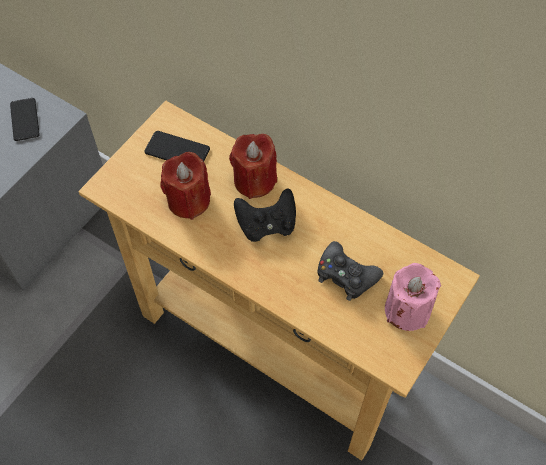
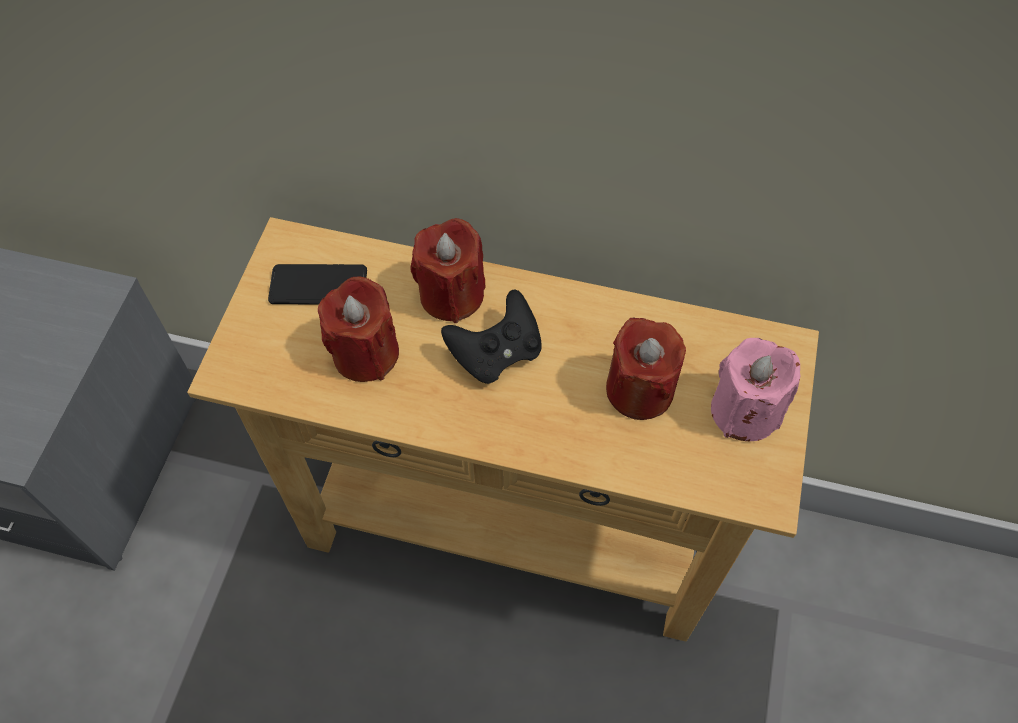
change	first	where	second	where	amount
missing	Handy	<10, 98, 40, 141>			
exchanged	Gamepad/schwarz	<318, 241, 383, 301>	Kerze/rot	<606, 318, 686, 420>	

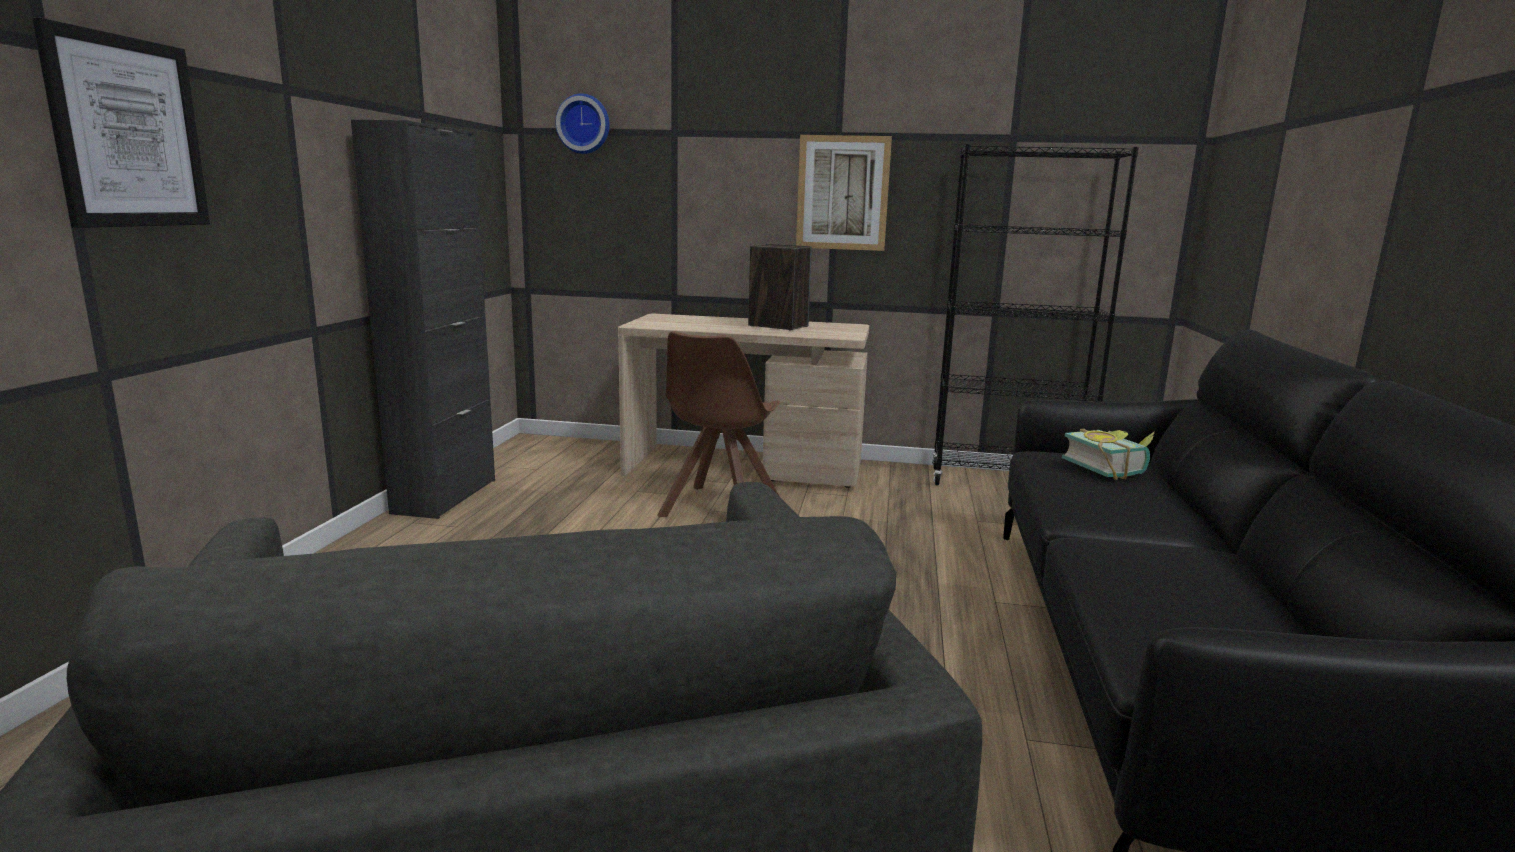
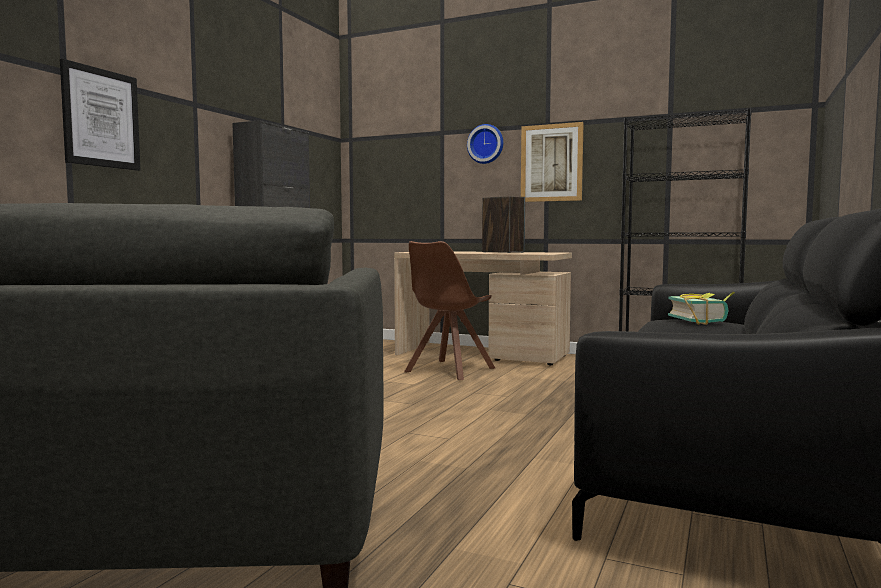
change	first	where	second	where	amount
relocated	Wanduhr	<555, 93, 610, 154>		<467, 124, 503, 164>	

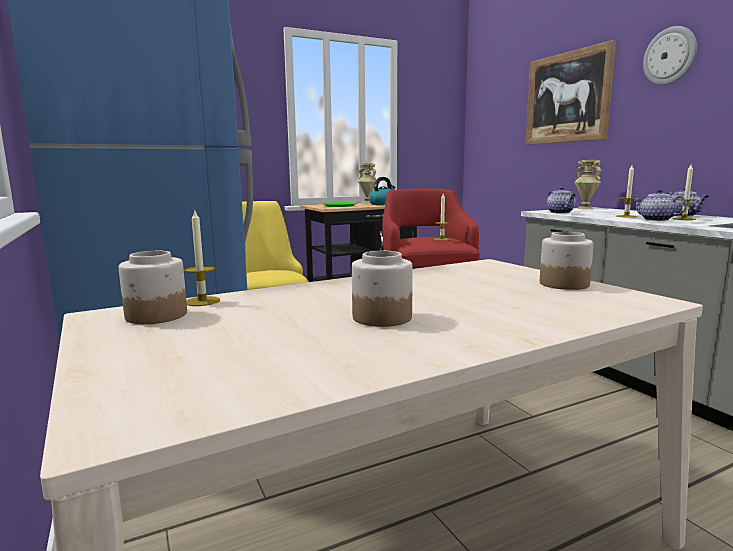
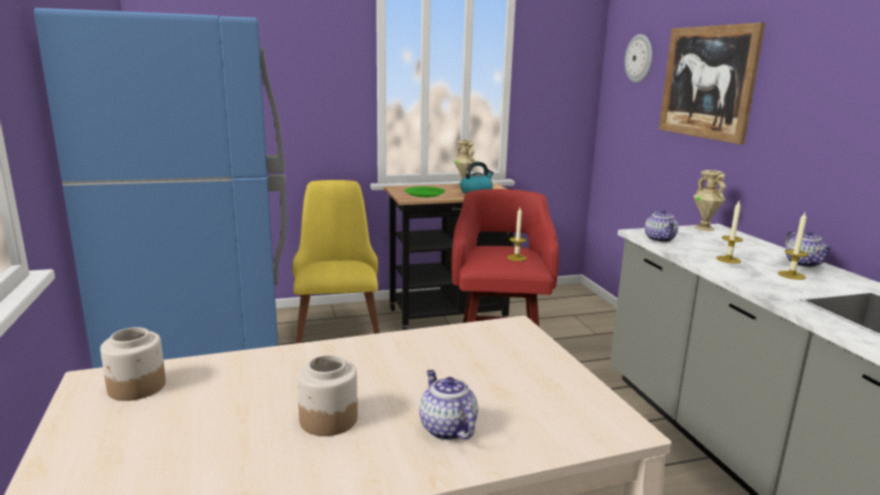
change	first	where	second	where	amount
missing	Kerze	<184, 211, 220, 306>			
missing	Vorratsglas	<540, 232, 594, 290>			
relocated	Teekanne	<632, 189, 687, 221>		<419, 370, 478, 440>	
relocated	Wanduhr	<643, 26, 697, 85>		<625, 34, 652, 83>	

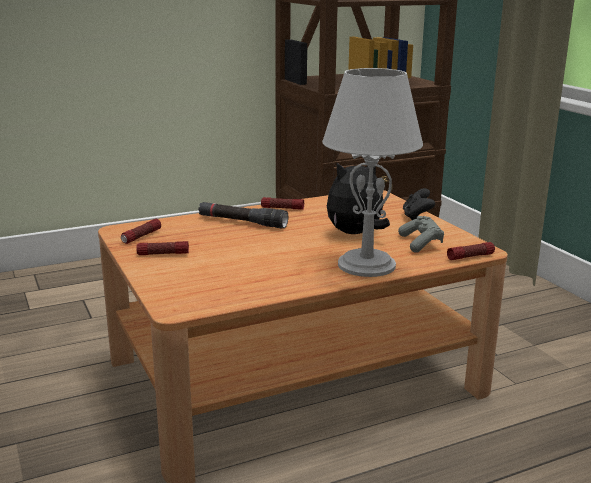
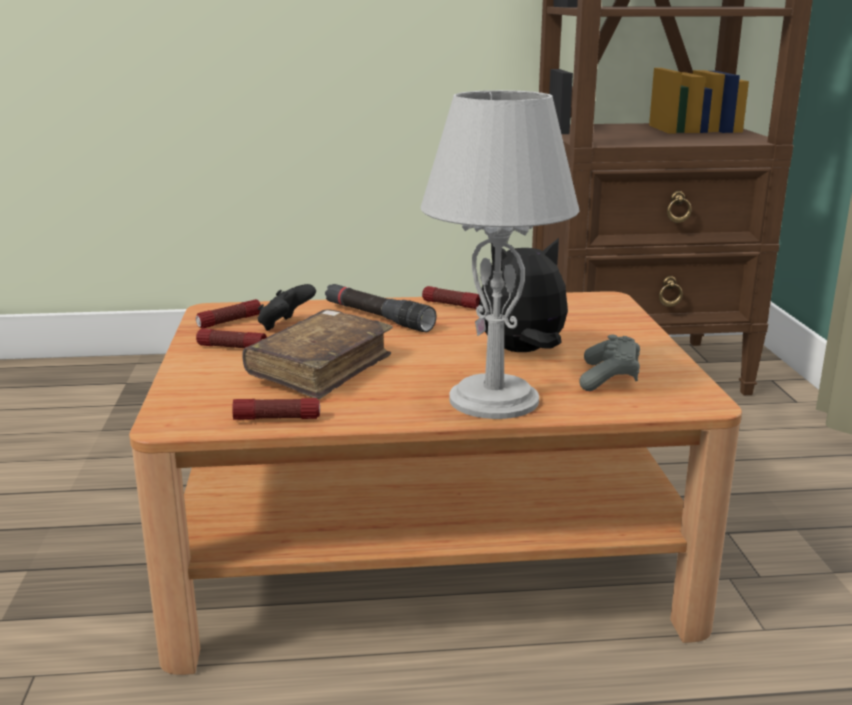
change	first	where	second	where	amount
relocated	Gamepad/schwarz	<403, 188, 435, 220>		<258, 284, 316, 331>	
relocated	Taschenlampe	<447, 242, 495, 260>		<232, 398, 320, 420>	
appeared			Buch/braun	<243, 309, 393, 399>	

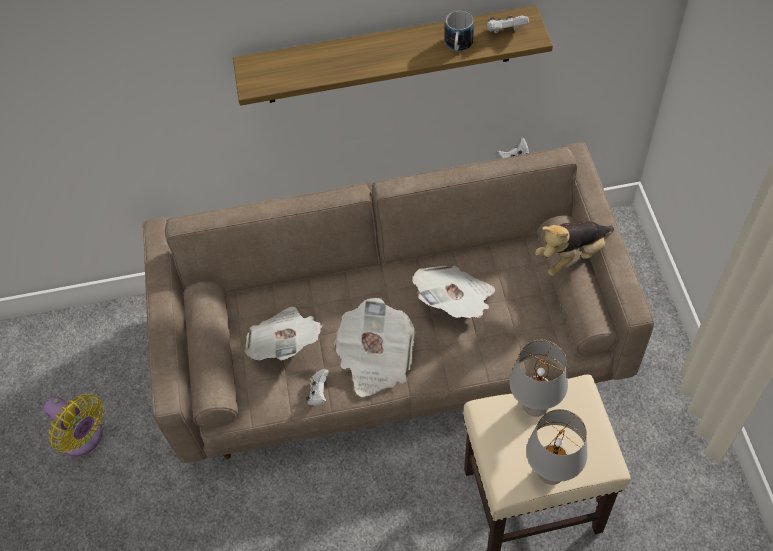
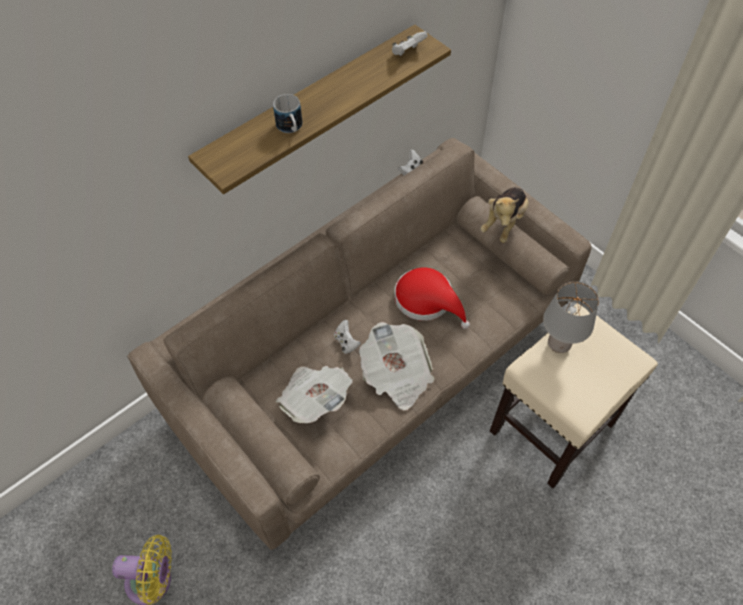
change	first	where	second	where	amount
relocated	Gamepad/weiß	<306, 369, 329, 406>		<334, 320, 361, 354>	
exchanged	Zeitung	<413, 265, 495, 318>	Hut/rot	<395, 267, 470, 329>	
relocated	Henkelbecher	<445, 11, 474, 51>		<273, 94, 302, 133>	
missing	Tischlampe/grau	<526, 409, 587, 485>			

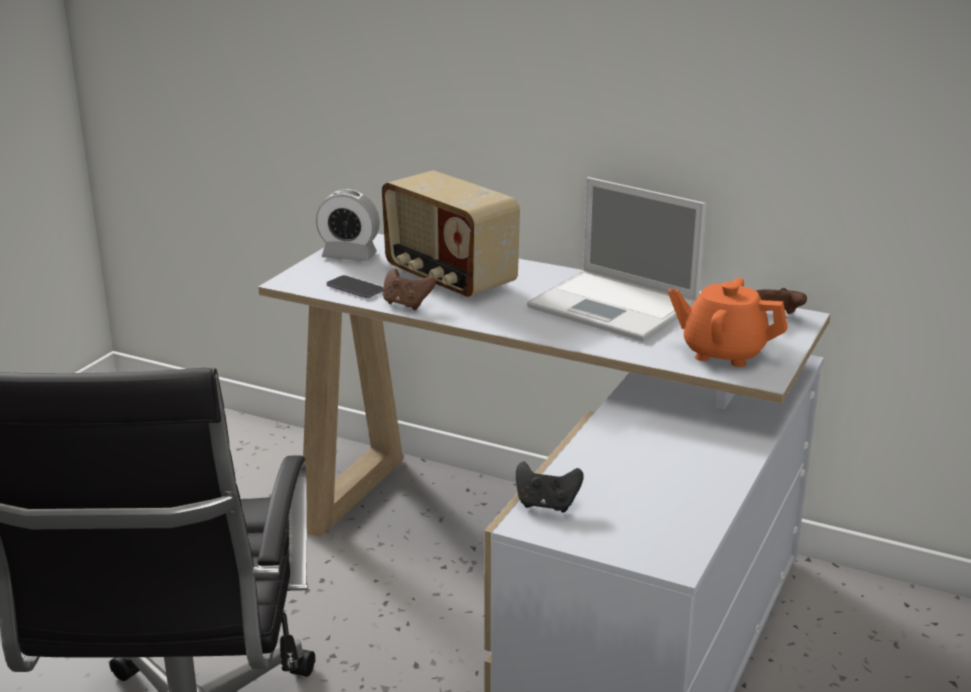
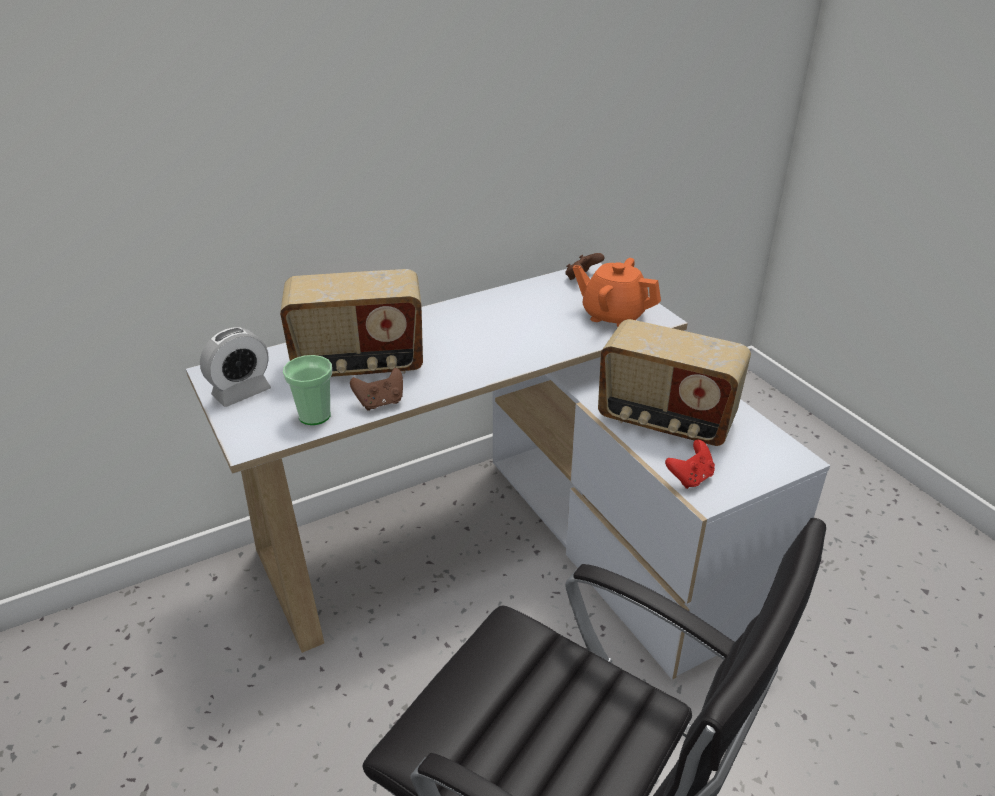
change	first	where	second	where	amount
exchanged	Handy	<327, 275, 383, 298>	Tasse	<283, 355, 332, 425>	
colour	Gamepad/schwarz	<516, 461, 584, 513>	Gamepad/rot	<665, 440, 715, 489>	
missing	Laptop	<527, 177, 707, 342>			
spun	Teekanne/orange	<668, 278, 788, 367>		<573, 258, 661, 327>	60 degrees clockwise
appeared			Radio	<598, 319, 751, 446>	

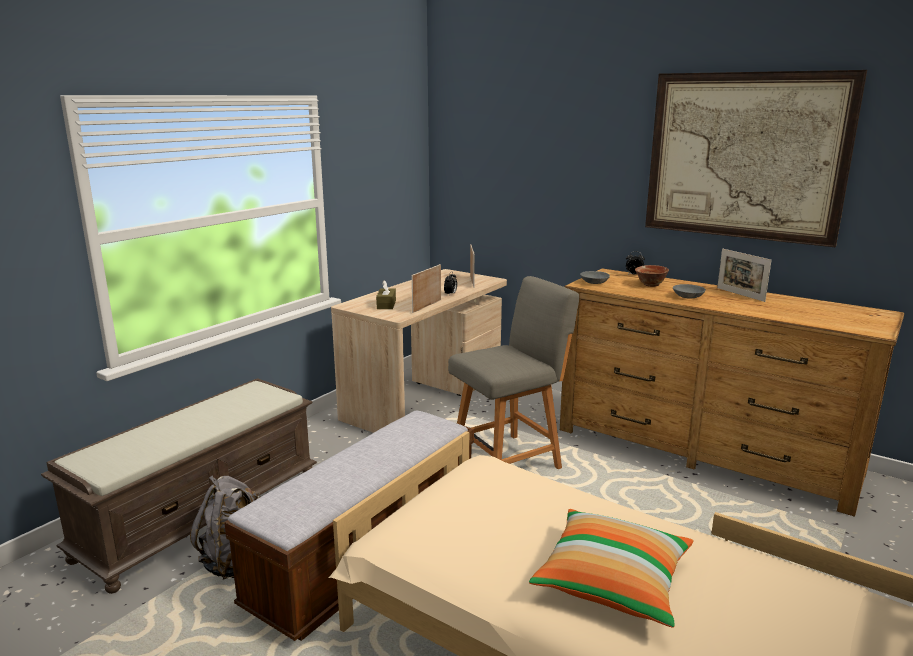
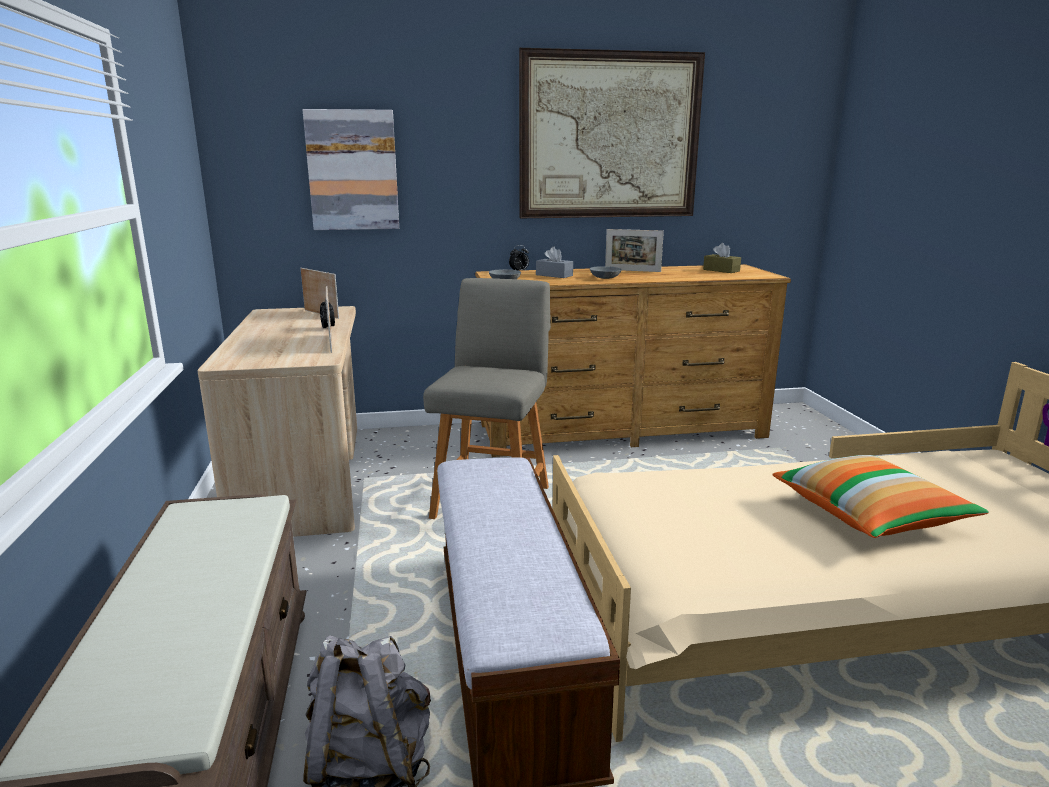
change	first	where	second	where	amount
relocated	Taschentuchbox/braun	<376, 280, 396, 309>		<703, 243, 741, 273>	
exchanged	Schüssel	<635, 265, 669, 287>	Taschentuchbox/grau	<536, 247, 573, 278>	
appeared			Bild	<302, 109, 399, 230>	

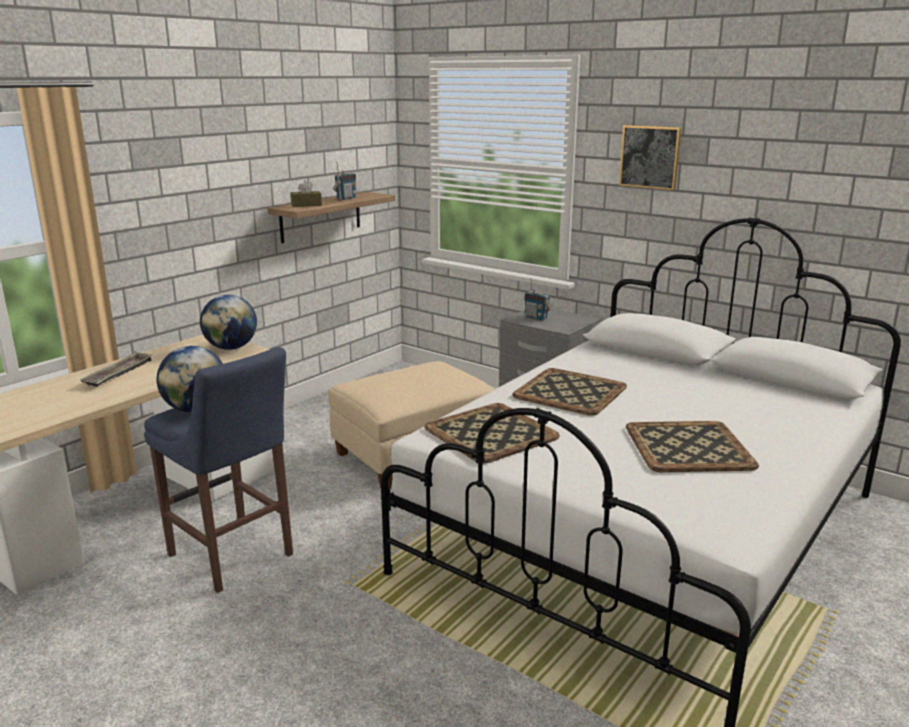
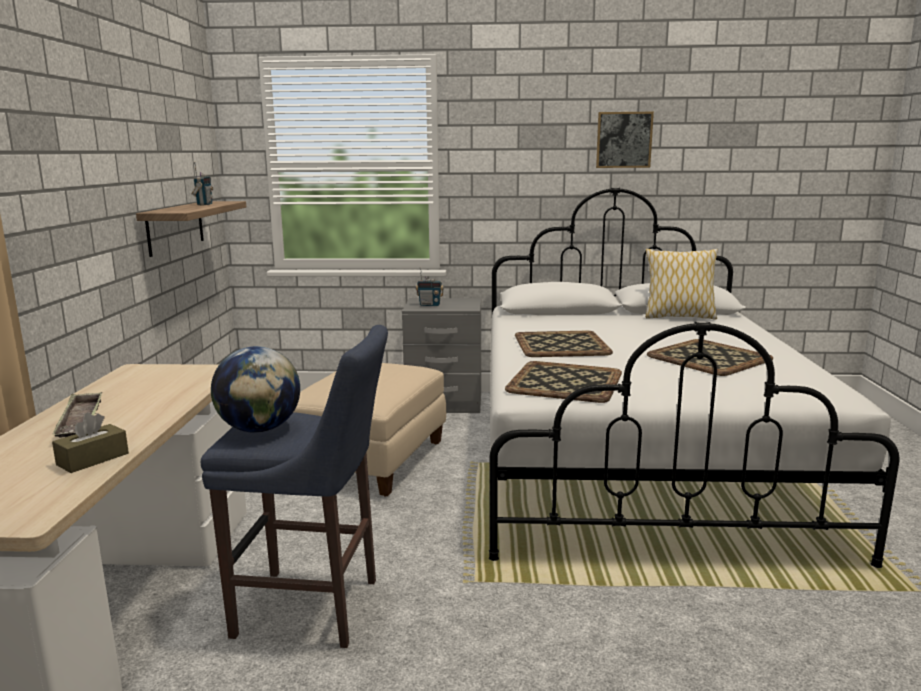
change	first	where	second	where	amount
missing	Globus	<200, 295, 257, 350>			
relocated	Taschentuchbox/braun	<290, 180, 322, 207>		<52, 413, 129, 473>	
relocated	Bild	<619, 125, 682, 191>		<596, 112, 654, 168>	
appeared			Kissen	<645, 249, 718, 320>	

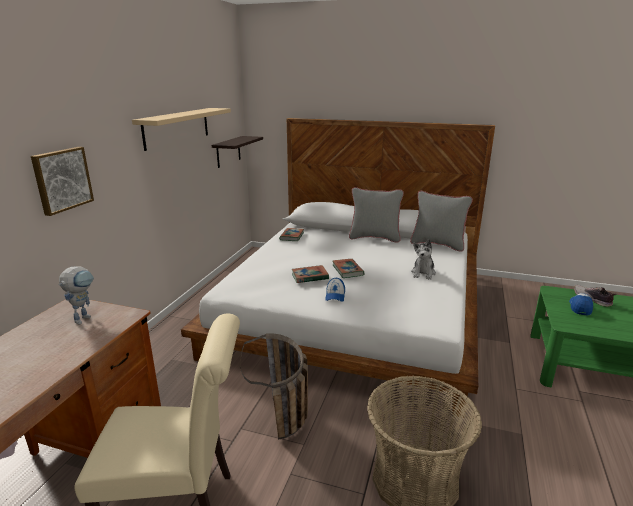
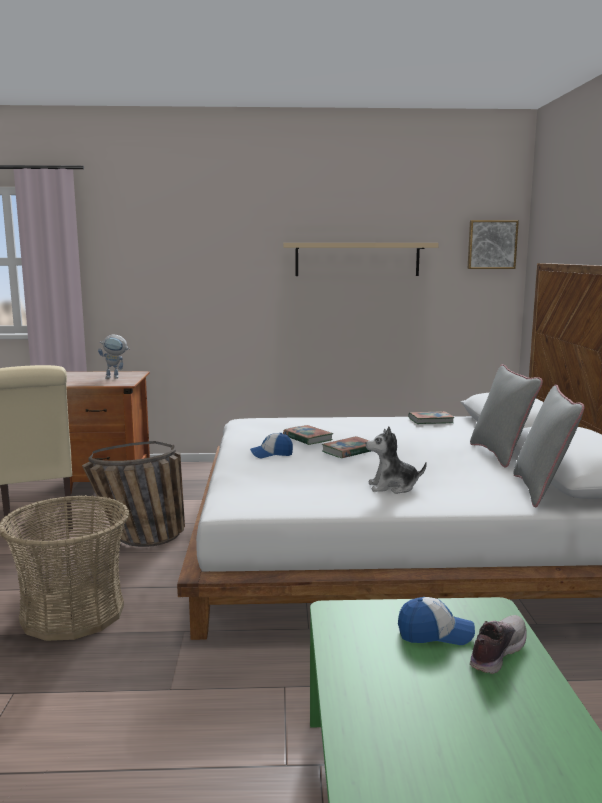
change	first	where	second	where	amount
relocated	Bild	<31, 147, 94, 216>		<467, 220, 519, 269>	
missing	Wandregal	<212, 136, 263, 168>			

